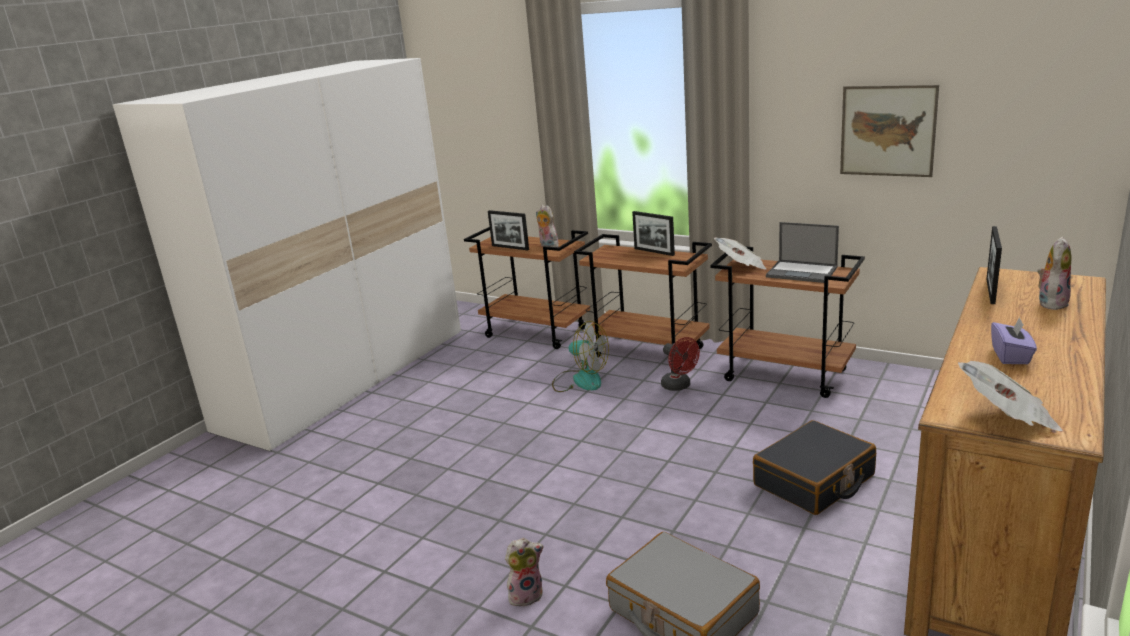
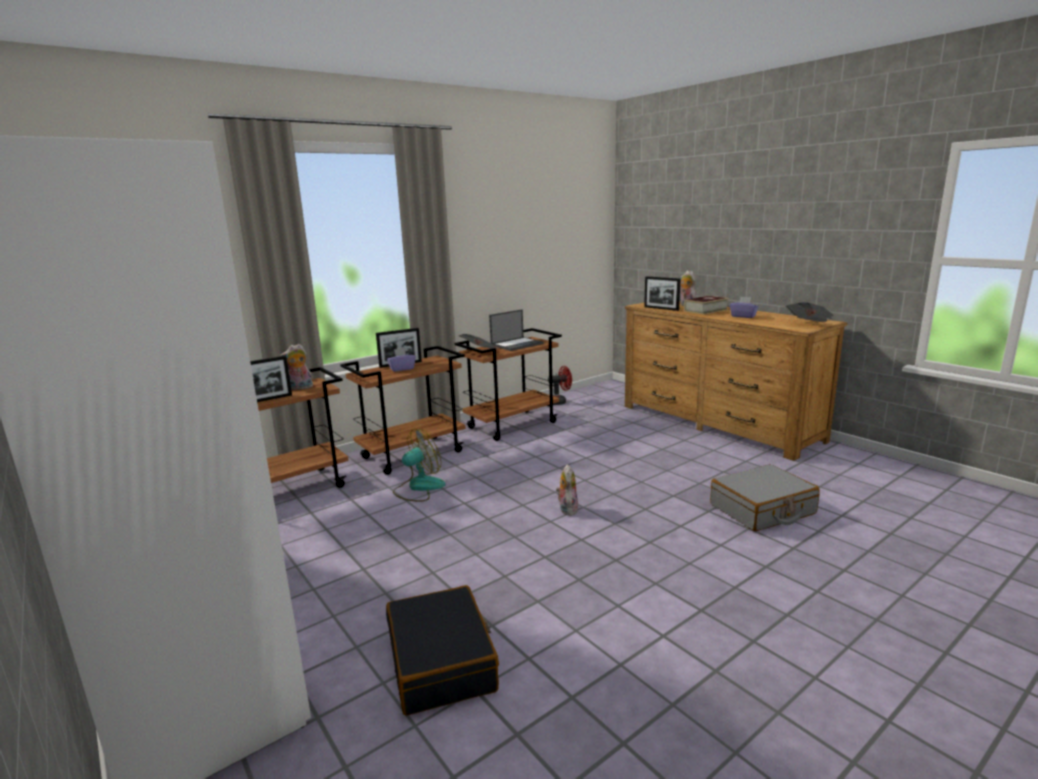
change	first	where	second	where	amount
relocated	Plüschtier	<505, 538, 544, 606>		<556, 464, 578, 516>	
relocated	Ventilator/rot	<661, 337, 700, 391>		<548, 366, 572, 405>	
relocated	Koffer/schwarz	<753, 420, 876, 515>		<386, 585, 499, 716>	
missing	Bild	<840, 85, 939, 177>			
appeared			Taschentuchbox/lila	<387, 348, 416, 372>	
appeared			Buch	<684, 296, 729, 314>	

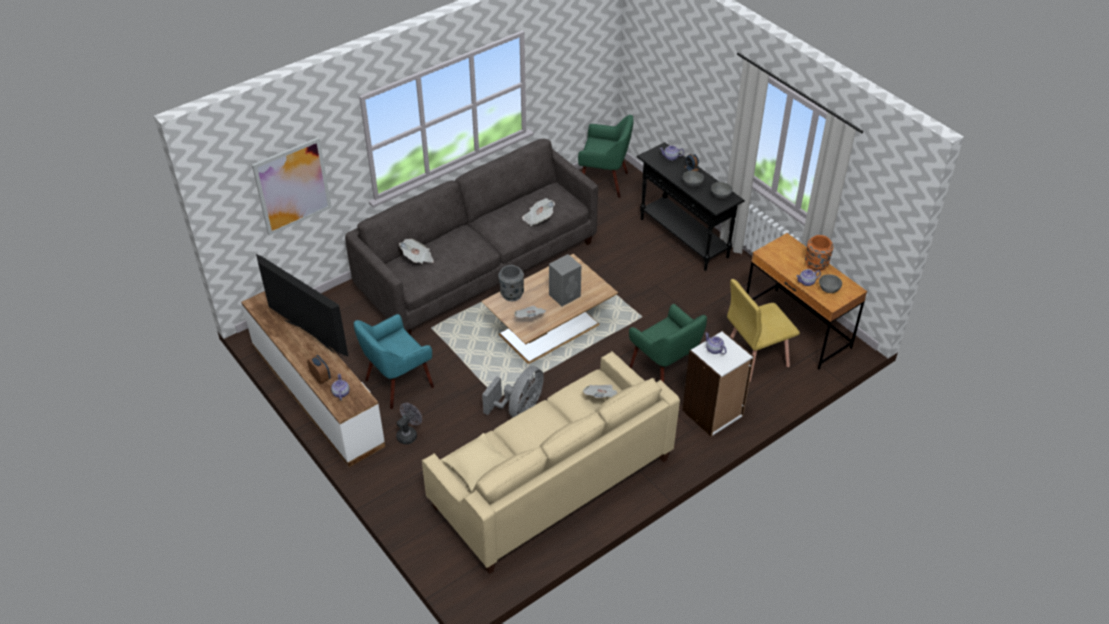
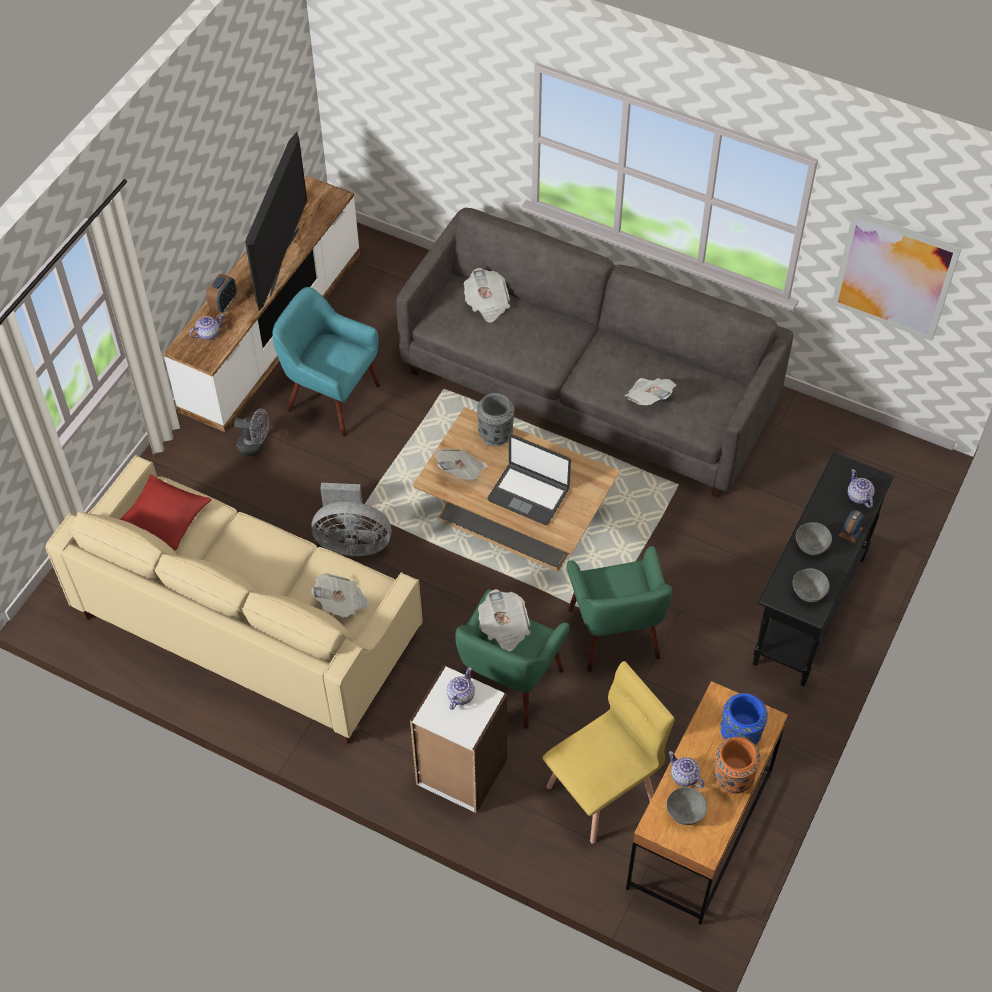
change	first	where	second	where	amount
relocated	Bild	<252, 137, 332, 236>		<832, 210, 962, 341>	
colour	Kissen/beige	<441, 433, 507, 491>	Kissen/rot	<120, 475, 212, 551>	
exchanged	Lautsprecher/grau	<549, 254, 581, 306>	Laptop	<487, 435, 571, 525>	
relocated	Sessel/grün	<578, 115, 634, 198>		<567, 546, 672, 672>	
spun	Stuhl/gelb	<727, 279, 800, 381>		<542, 661, 675, 844>	105 degrees clockwise
appeared			Zeitung	<478, 589, 531, 651>	
appeared			Vase/blau	<720, 693, 768, 745>	

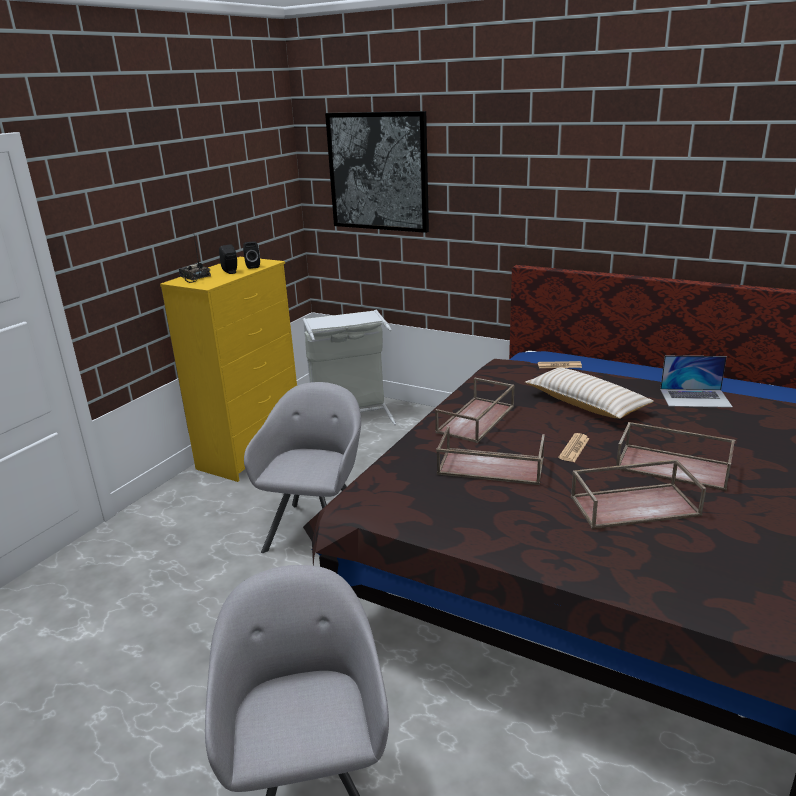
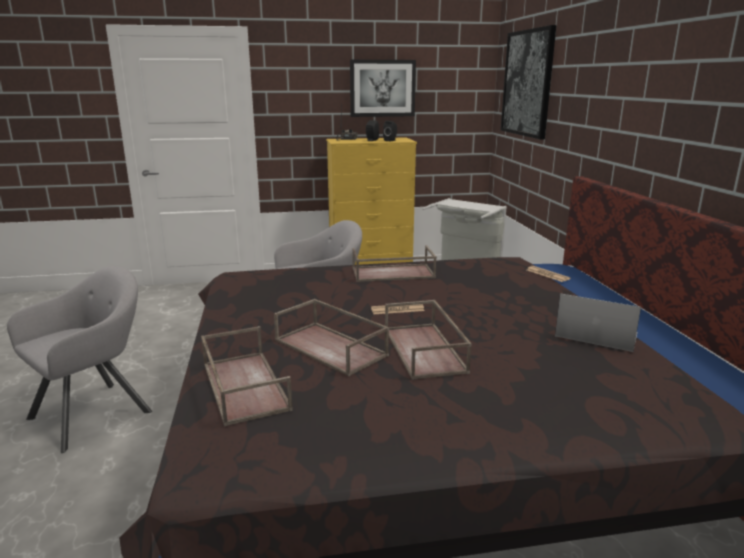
change	first	where	second	where	amount
relocated	Tablett/braun	<436, 426, 545, 485>		<201, 326, 293, 427>	
missing	Kissen/beige	<525, 367, 654, 419>			
spun	Laptop	<660, 356, 733, 408>		<555, 293, 641, 352>	150 degrees clockwise
appeared			Bild	<350, 60, 416, 117>	

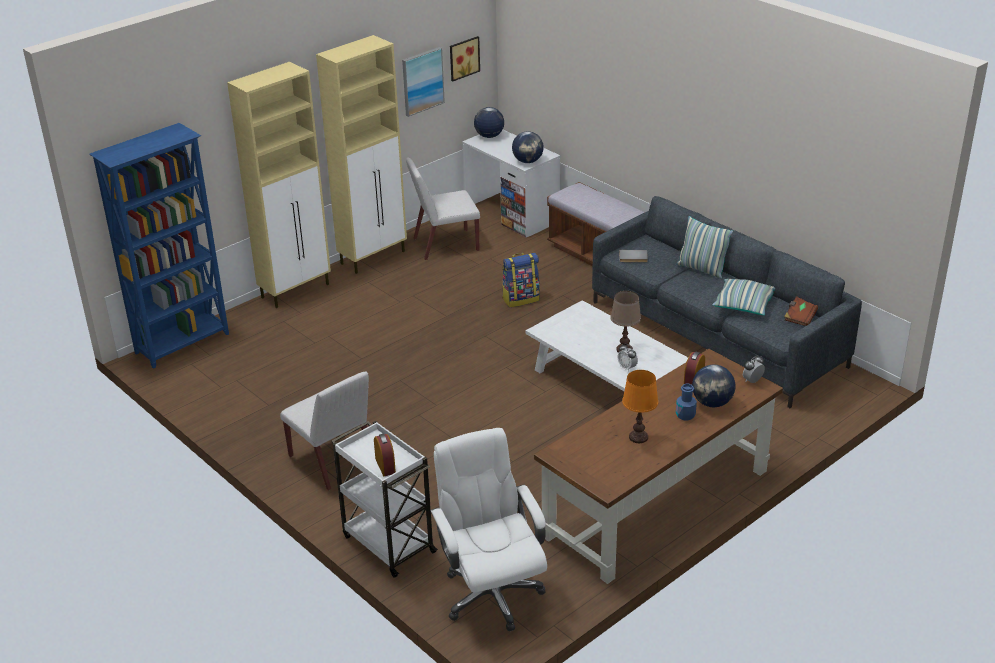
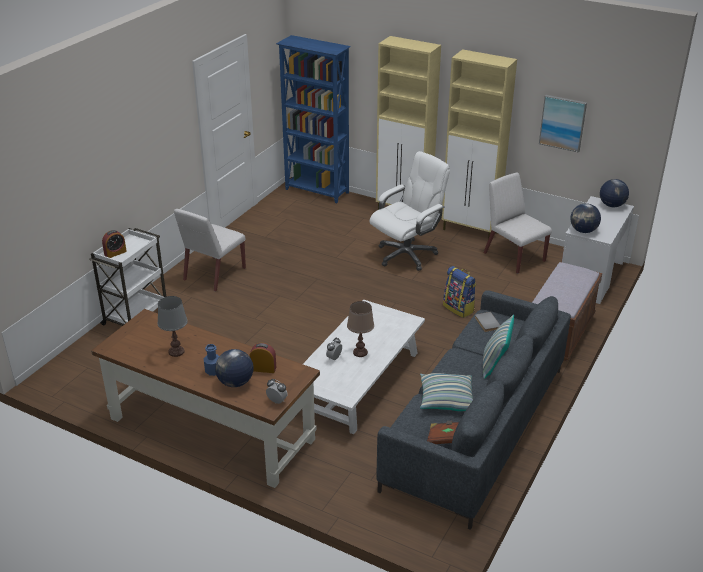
change	first	where	second	where	amount
relocated	Bürostuhl/weiß	<430, 428, 547, 631>		<370, 151, 450, 271>	
missing	Bild	<450, 36, 480, 81>			
colour	Tischlampe/orange	<622, 370, 658, 443>	Tischlampe/grau	<158, 296, 188, 357>	

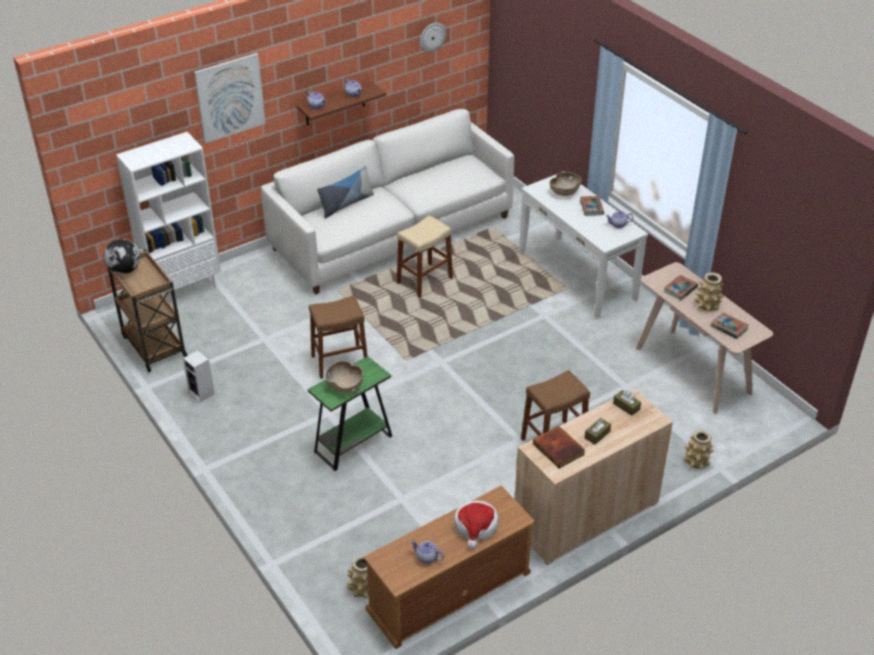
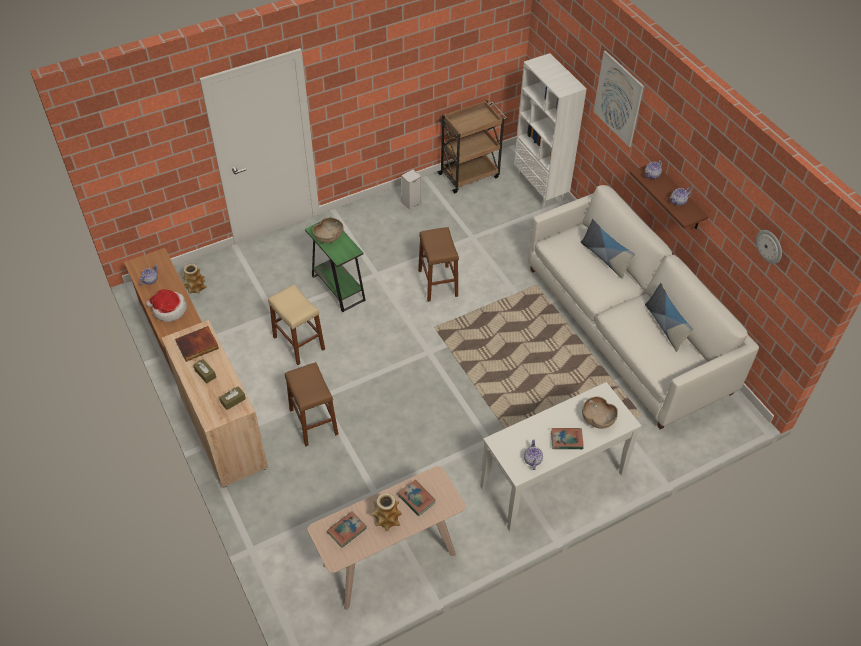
change	first	where	second	where	amount
missing	Globus	<104, 239, 140, 274>			
relocated	Hocker/beige	<397, 215, 453, 298>		<268, 284, 325, 365>	
missing	Vase	<683, 430, 714, 469>			
appeared			Kissen	<645, 283, 693, 352>	

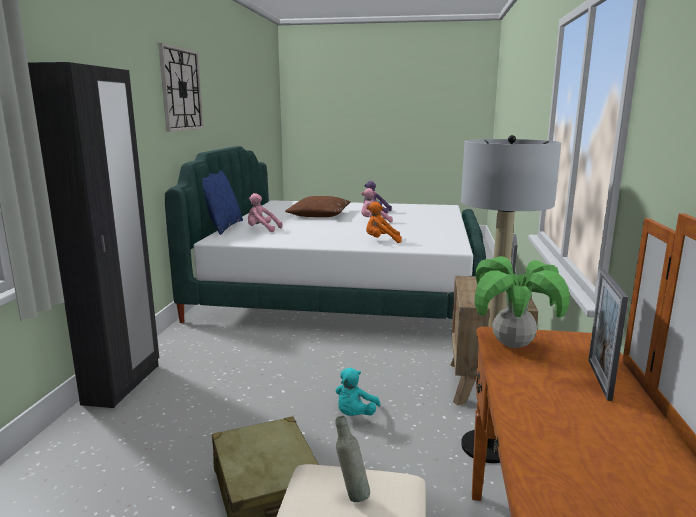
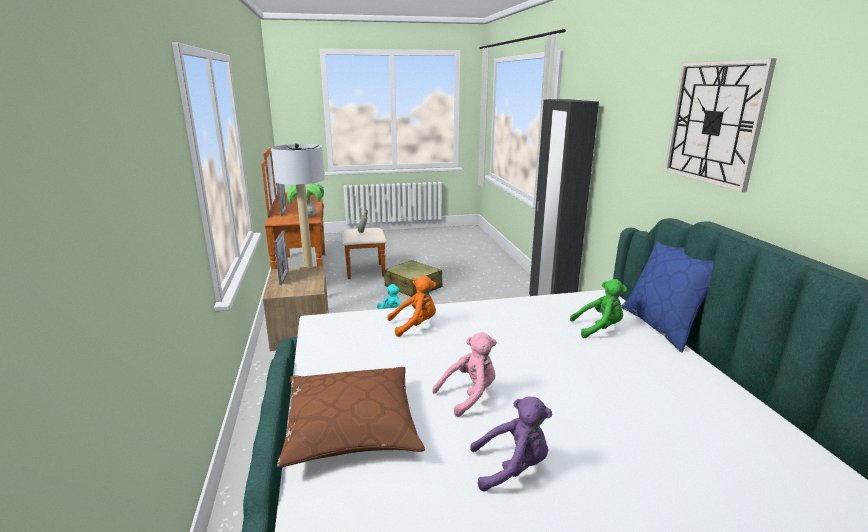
change	first	where	second	where	amount
colour	Plüschtier/rosa	<248, 193, 282, 232>	Plüschtier/grün	<570, 279, 627, 338>	
relocated	Kissen/braun	<285, 196, 351, 217>		<277, 367, 425, 468>	

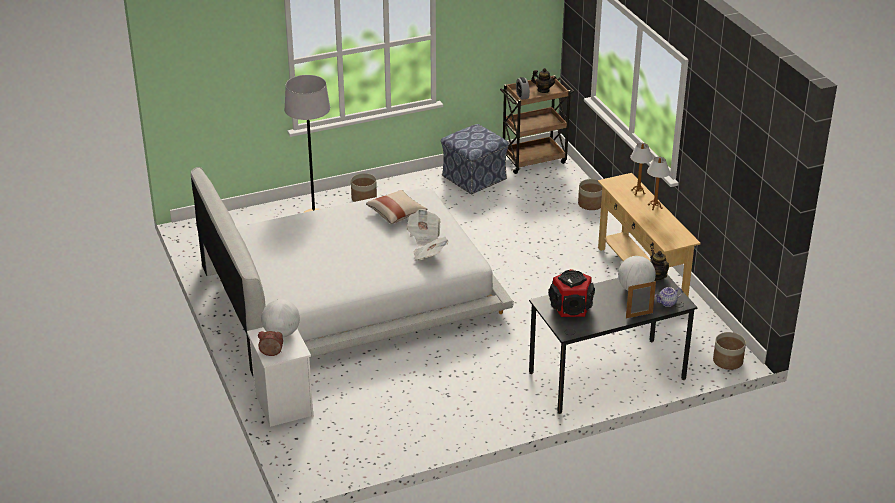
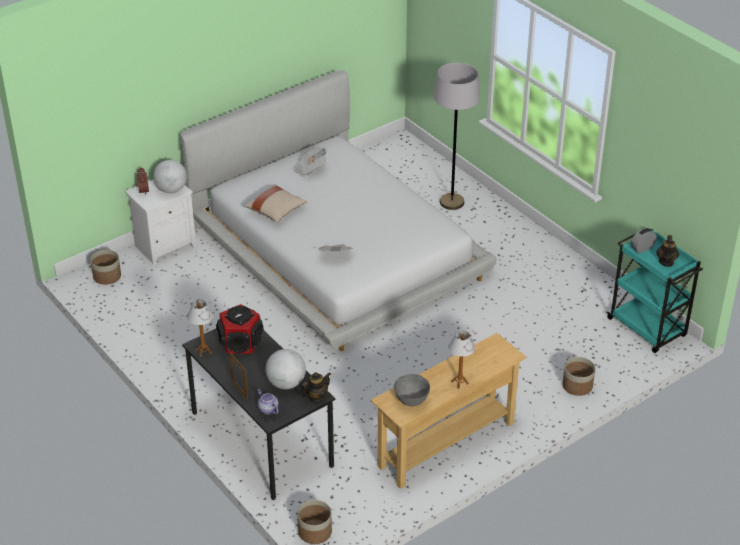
change	first	where	second	where	amount
relocated	Pflanzkübel	<351, 173, 377, 202>		<90, 250, 121, 285>	
relocated	Kissen/beige	<366, 190, 427, 224>		<244, 185, 307, 223>	
relocated	Zeitung	<406, 209, 441, 246>		<292, 147, 327, 177>	
missing	Polsterhocker	<441, 124, 509, 194>			
colour	Rollwagen/braun	<500, 75, 574, 174>	Rollwagen/türkis	<606, 229, 703, 353>	
relocated	Tischlampe	<630, 143, 653, 196>		<187, 300, 213, 357>	
appeared			Schüssel/grau	<394, 374, 430, 406>	

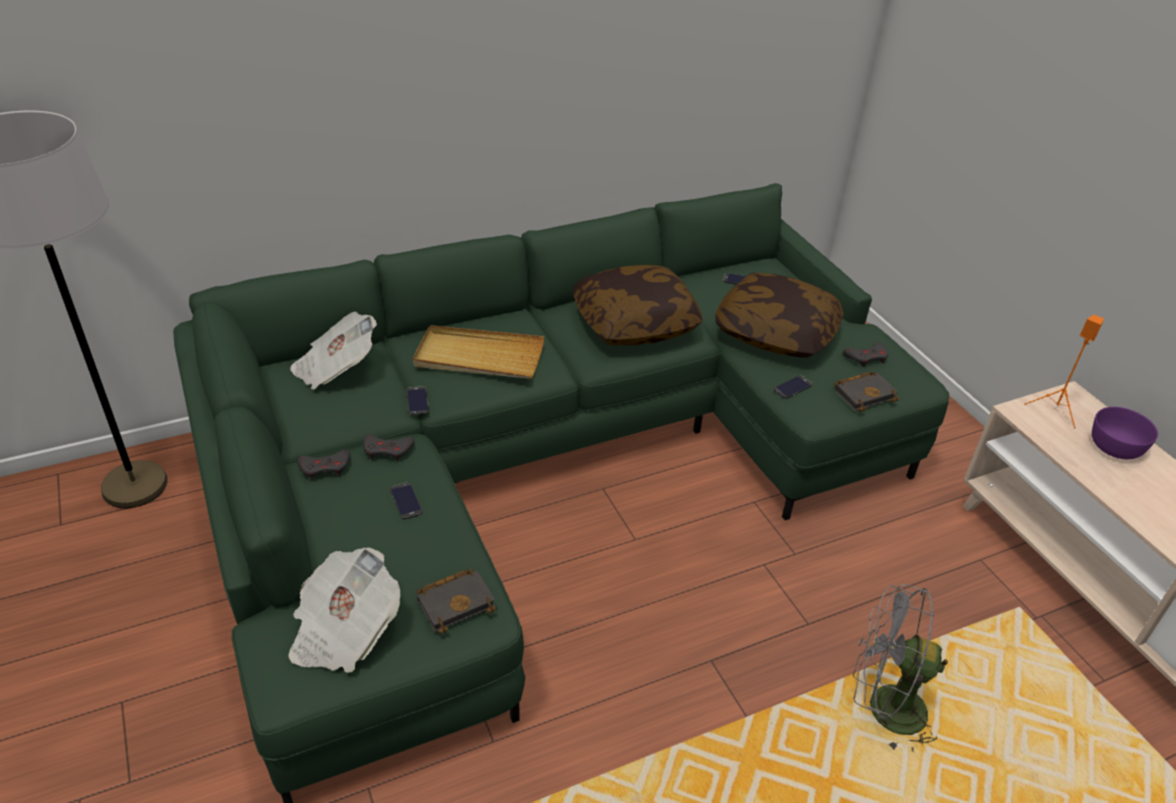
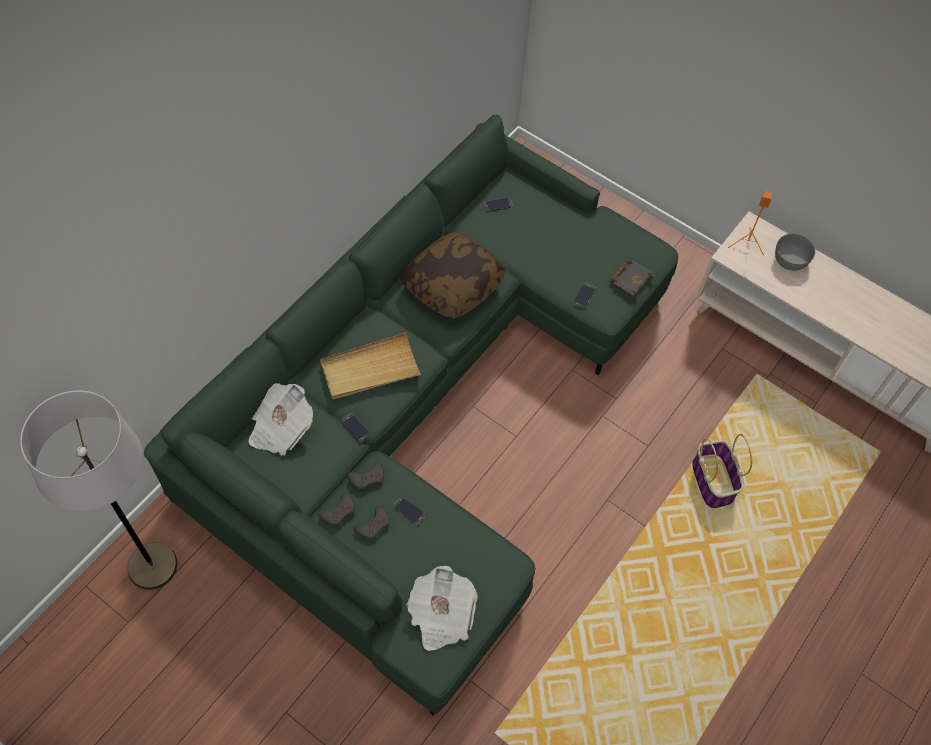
change	first	where	second	where	amount
missing	Buch/schwarz	<417, 569, 496, 634>			
missing	Kissen	<715, 273, 843, 358>			
relocated	Gamepad/grau	<843, 343, 888, 367>		<354, 505, 390, 539>	
exchanged	Ventilator/grau	<853, 584, 948, 753>	Korb	<692, 434, 752, 509>	
colour	Schüssel/lila	<1092, 407, 1158, 459>	Schüssel/grau	<775, 233, 815, 271>	

